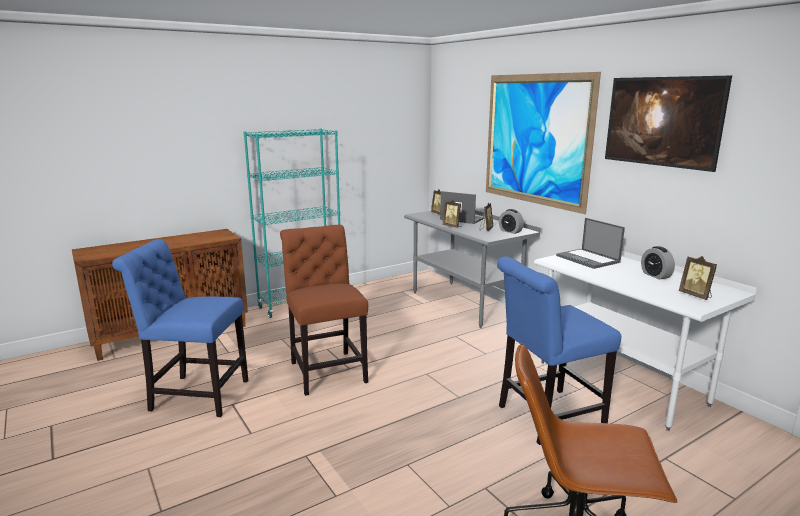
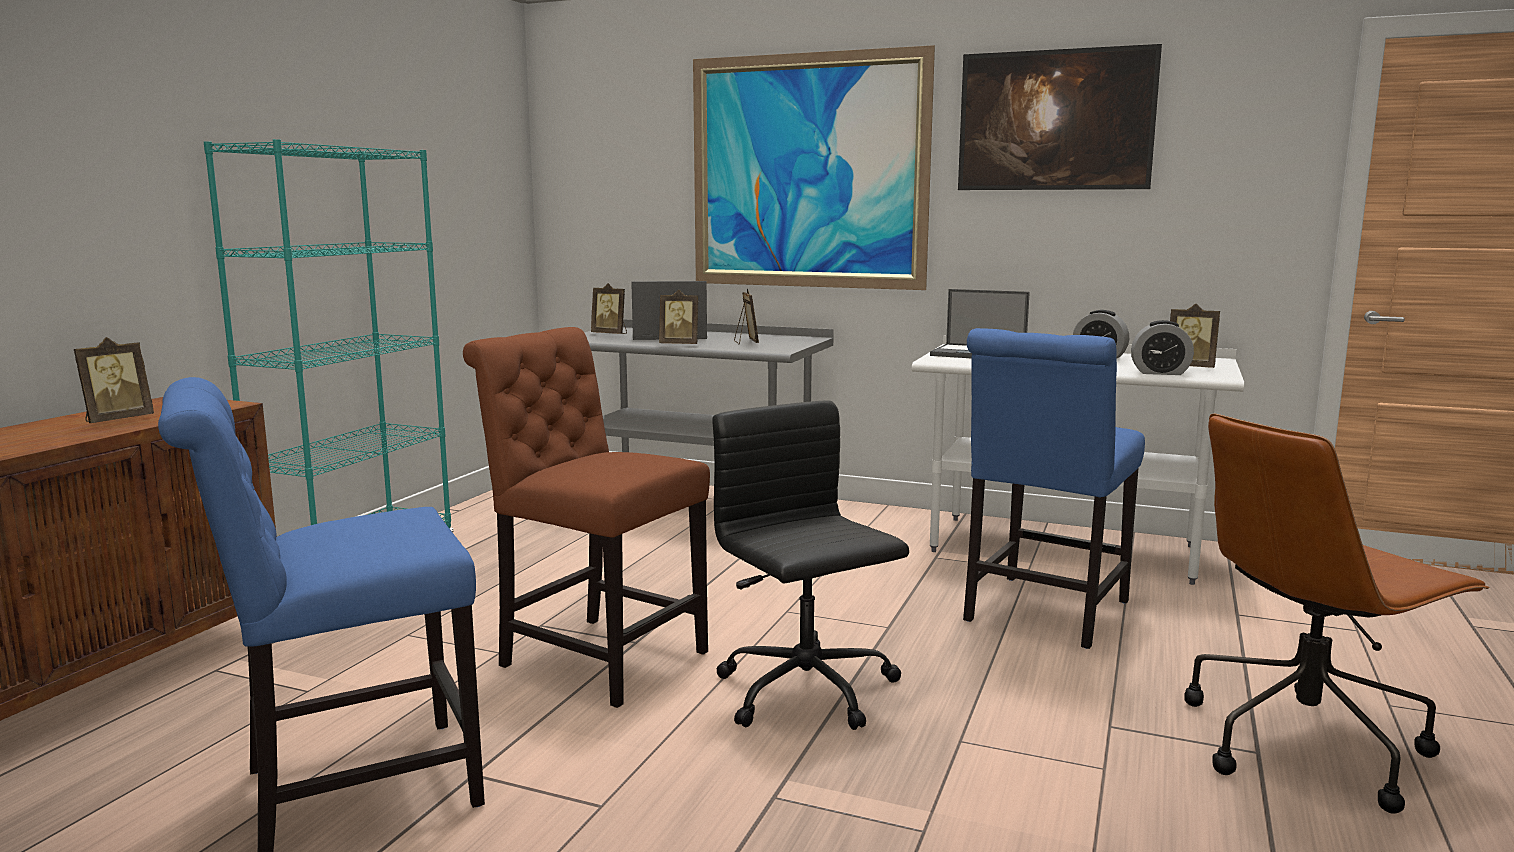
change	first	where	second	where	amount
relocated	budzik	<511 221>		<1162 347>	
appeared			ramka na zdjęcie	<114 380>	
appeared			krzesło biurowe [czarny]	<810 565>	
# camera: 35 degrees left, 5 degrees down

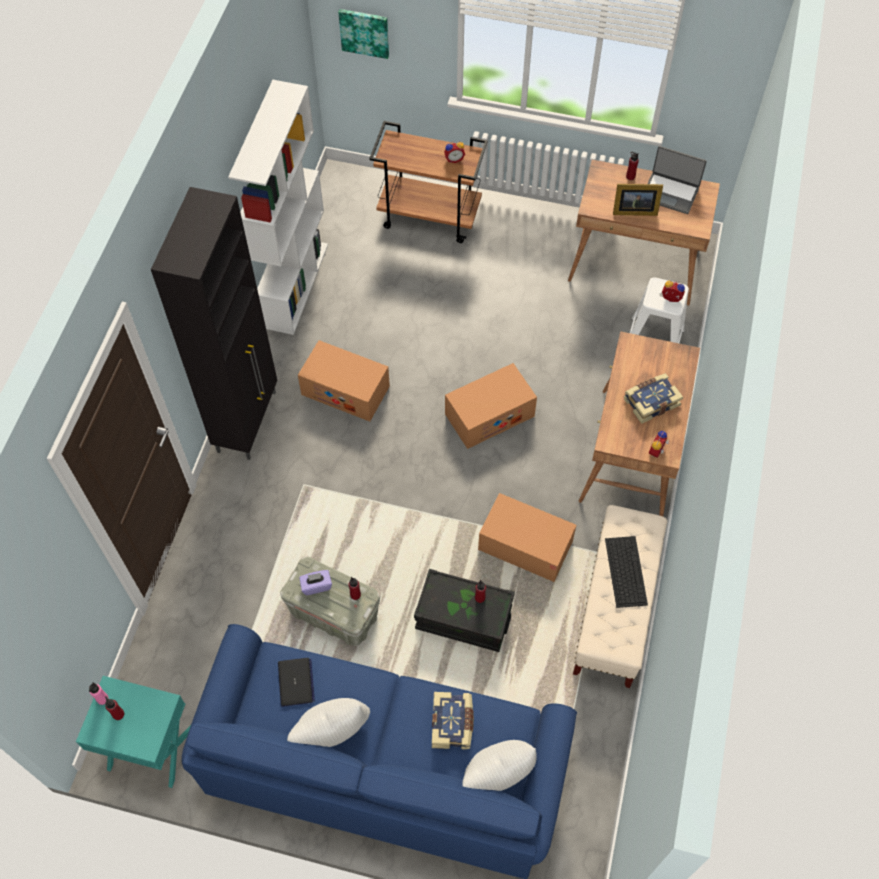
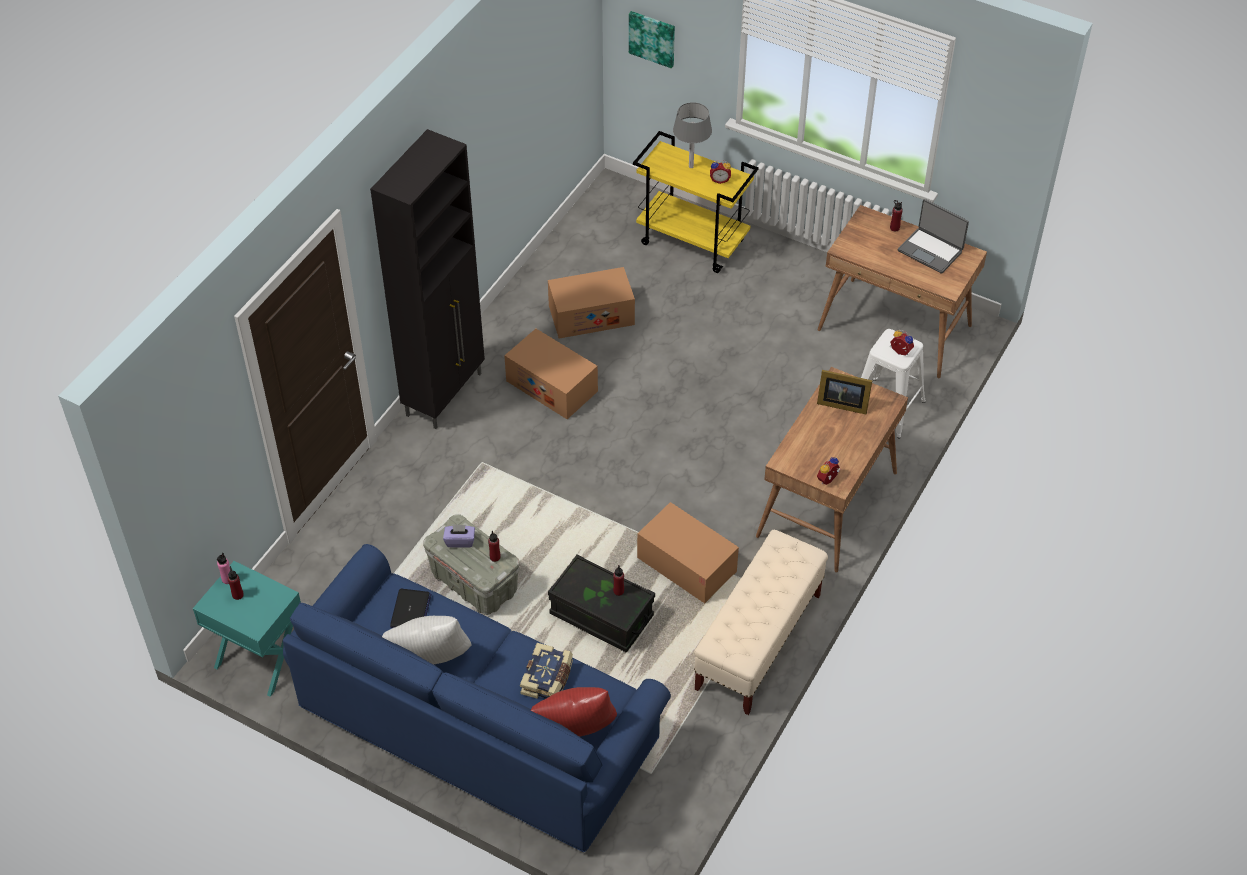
change	first	where	second	where	amount
missing	regał [biały]	<278 207>			
colour	wózek [brązowy]	<428 182>	wózek [żółty]	<696 202>	
relocated	karton	<491 406>		<591 303>	
colour	poduszka [biały]	<499 765>	poduszka [czerwony]	<574 712>	
missing	klawiatura	<626 572>			
relocated	ramka na zdjęcie	<638 200>		<844 392>	
missing	książka	<653 398>			
appeared			lampa stołowa [szary]	<692 135>	
# camera: 15 degrees right, 10 degrees down

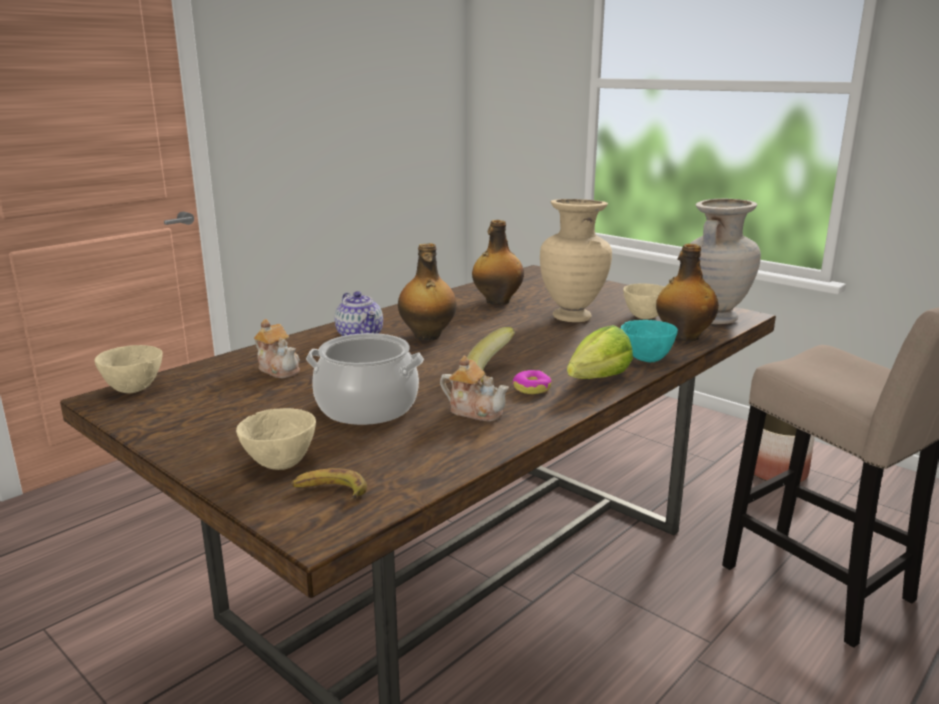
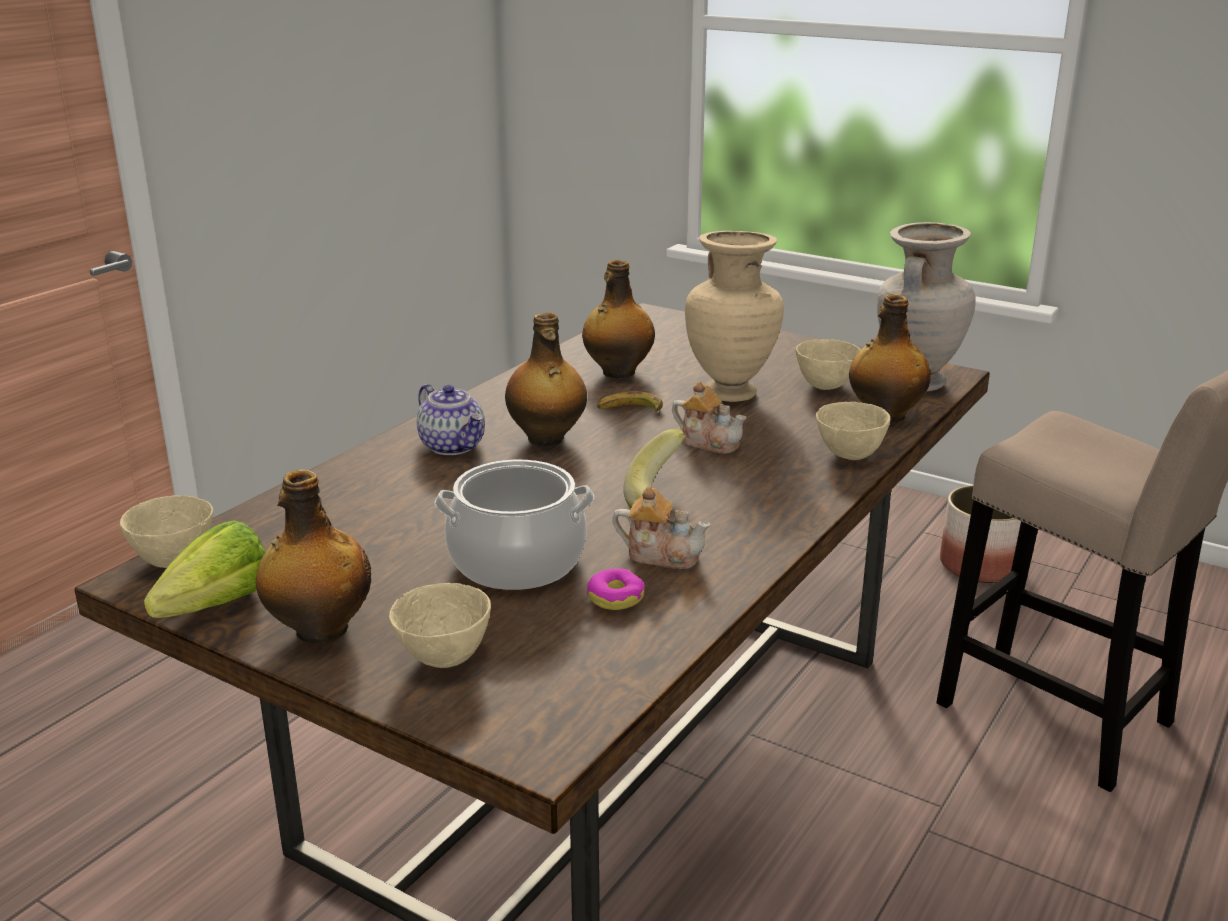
change	first	where	second	where	amount
relocated	imbryk	<277 348>		<709 417>	
relocated	banan	<329 484>		<630 402>	
relocated	donut	<532 382>		<616 589>	
relocated	sałata	<600 352>		<204 569>	
colour	miska [turkusowy]	<649 341>	miska [beżowy]	<853 431>	
appeared			butelka	<313 556>	
# camera: 10 degrees left, 5 degrees up

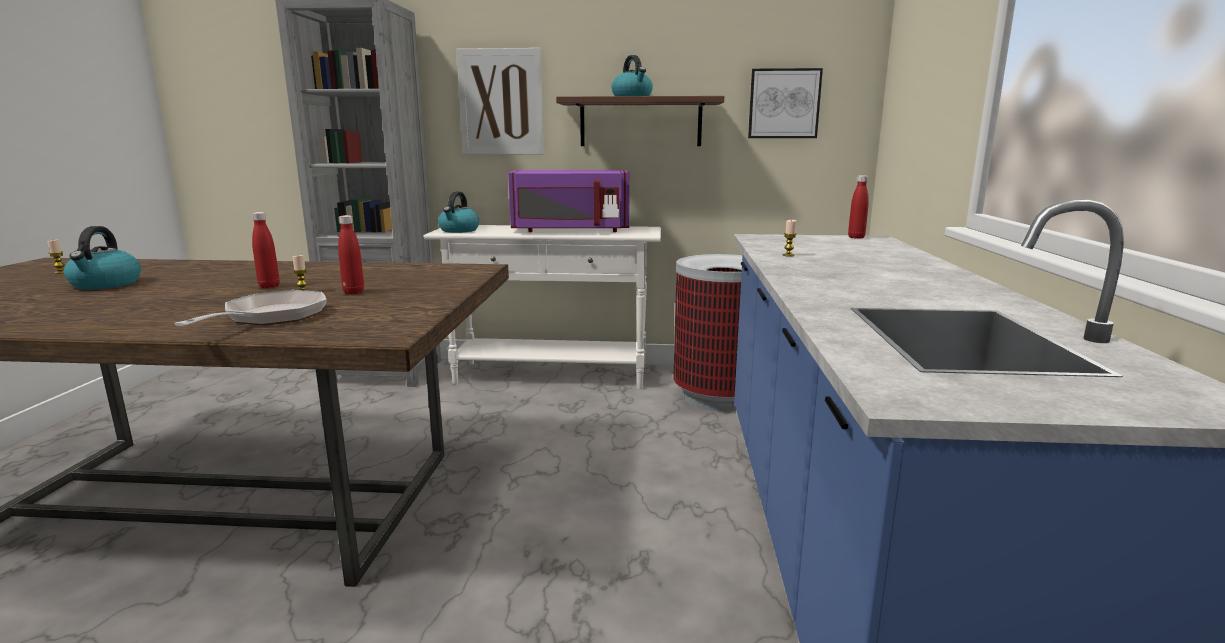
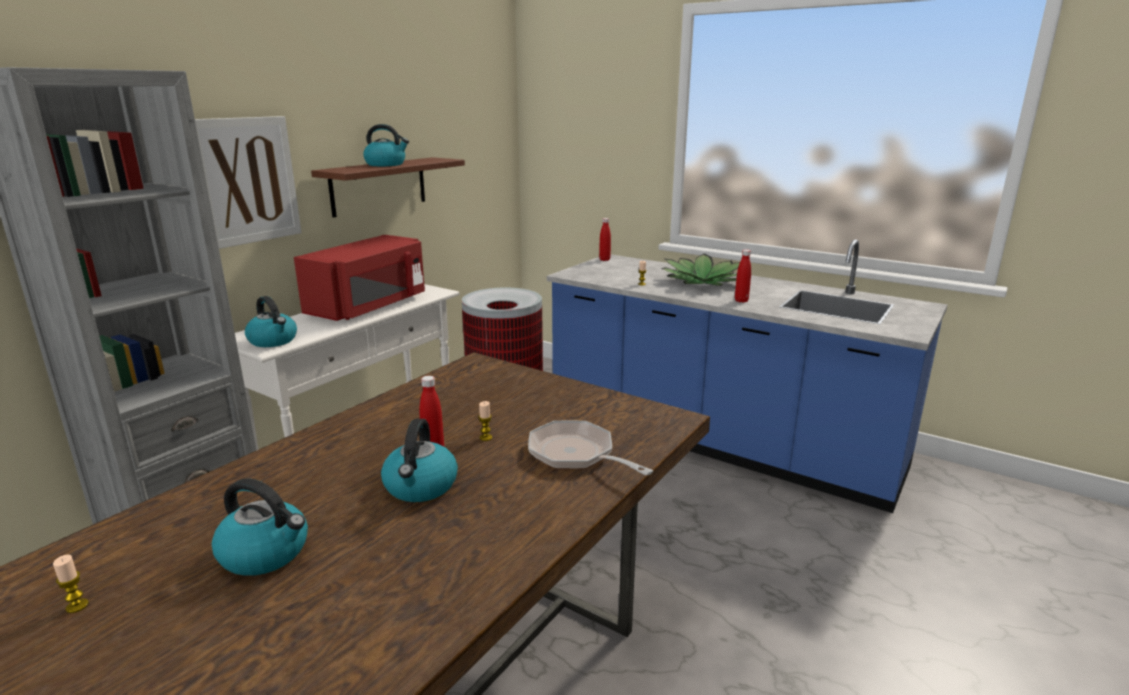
change	first	where	second	where	amount
relocated	butelka [czerwony]	<351 255>		<743 276>	
colour	mikrofalówka [fioletowy]	<569 201>	mikrofalówka [czerwony]	<359 278>	
missing	obraz	<785 103>			
appeared			czajnik	<419 460>	
appeared			roślina doniczkowa	<700 270>	
# camera: 60 degrees left, 5 degrees up

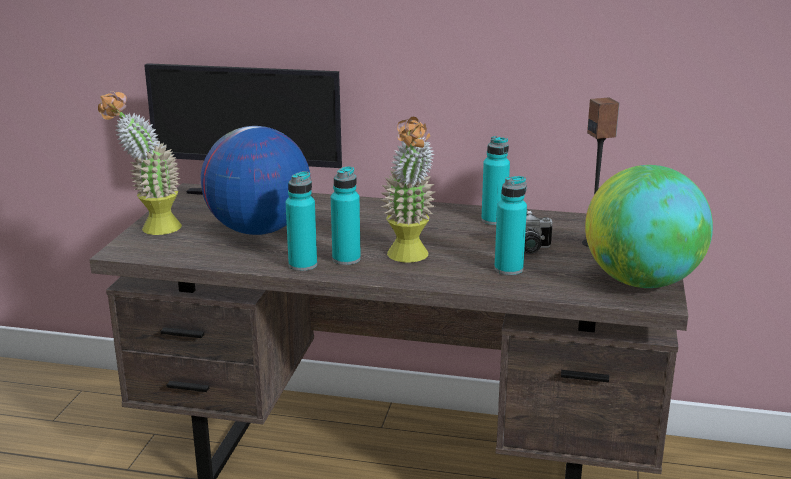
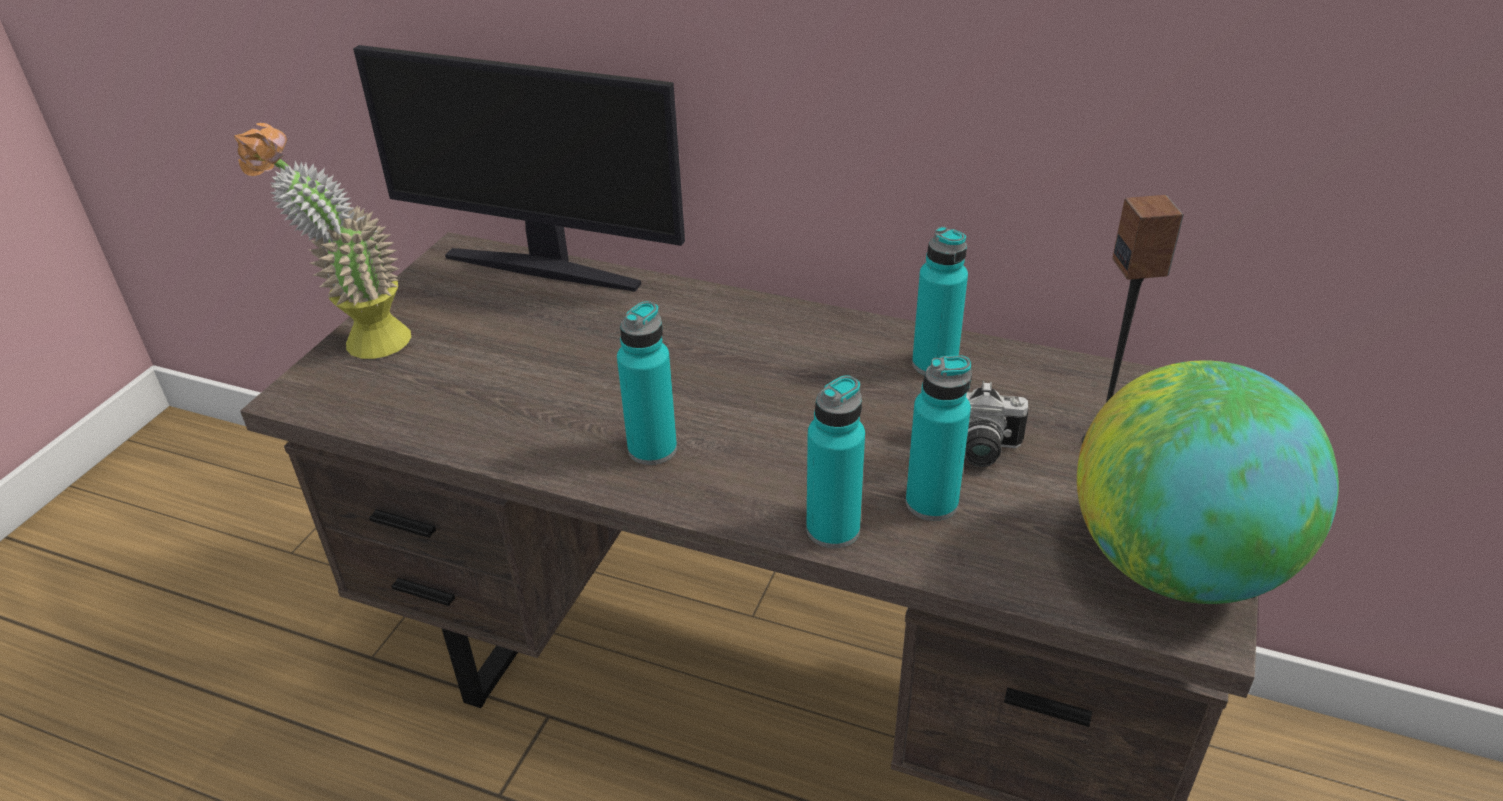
change	first	where	second	where	amount
missing	globus	<255 180>			
relocated	butelka [turkusowy]	<301 221>		<835 462>	
missing	roślina doniczkowa	<408 190>			
# camera: 10 degrees right, 15 degrees up

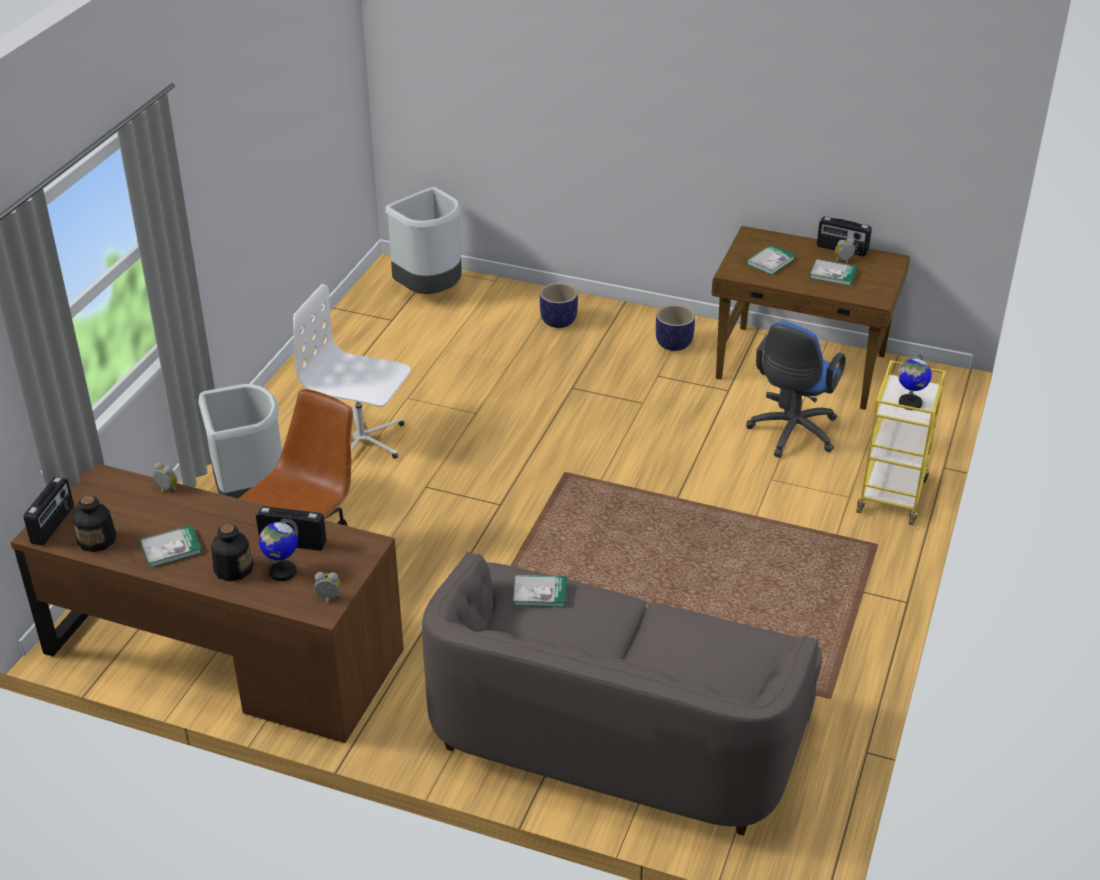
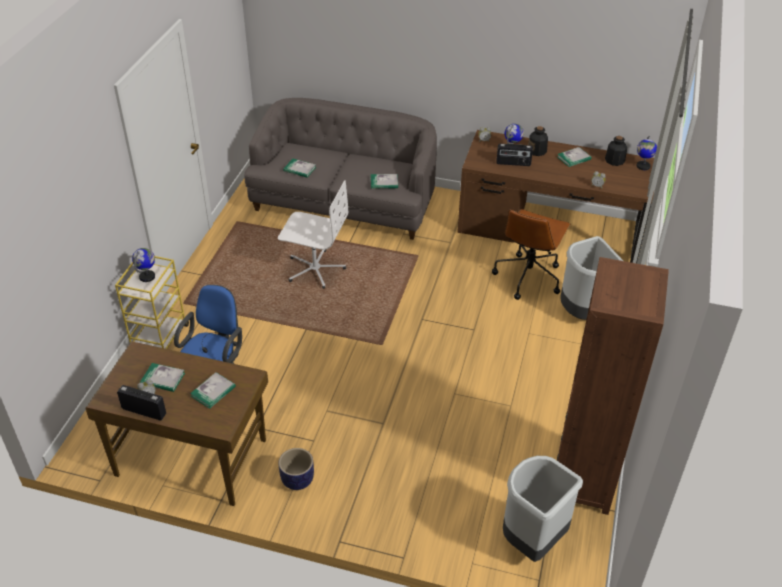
change	first	where	second	where	amount
exchanged	radio	<49 511>	globus	<646 153>	
relocated	krzesło biurowe [biały]	<351 371>		<313 234>	
missing	donica	<559 305>			
appeared			książka	<299 168>	
appeared			regał [brązowy]	<613 386>	
# camera: 175 degrees right, 5 degrees up

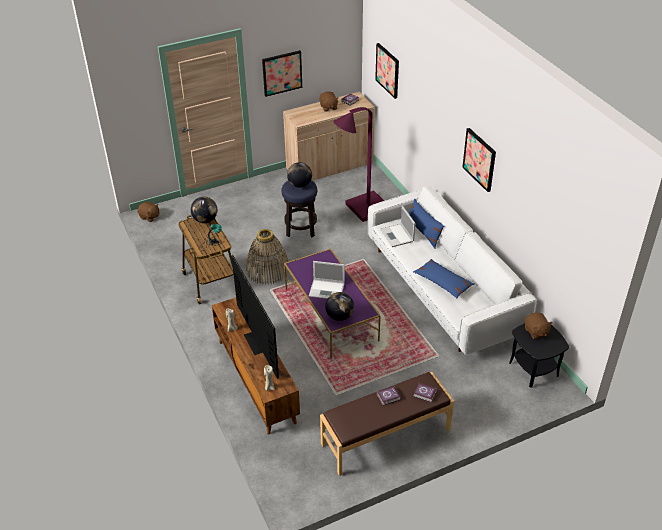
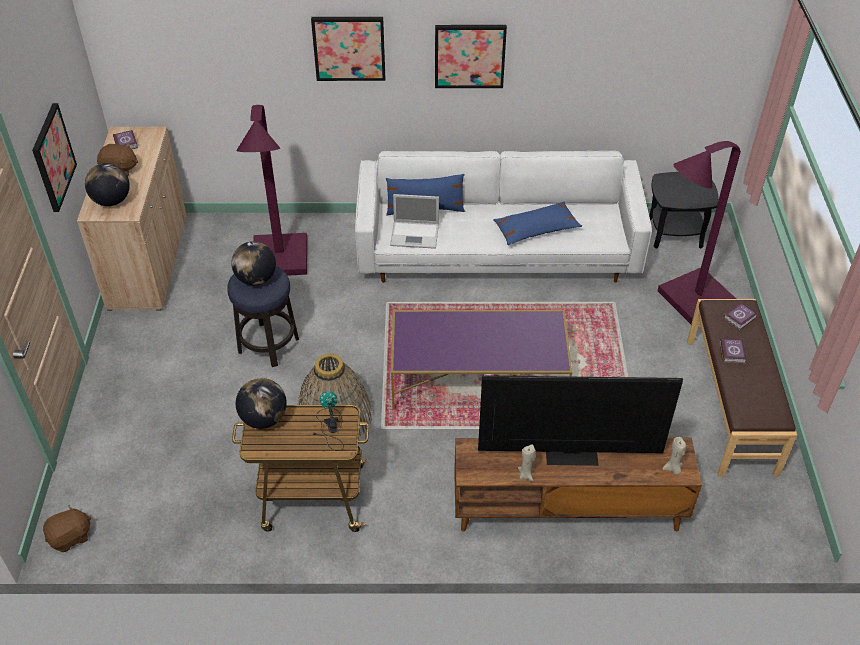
change	first	where	second	where	amount
missing	laptop	<327 280>			
relocated	globus	<339 306>		<107 184>	
relocated	obraz	<387 71>		<348 49>	
missing	pluszak [brązowy]	<539 326>			
appeared			lampa stojąca [fioletowy]	<699 232>	
# camera: 65 degrees left, 5 degrees up

